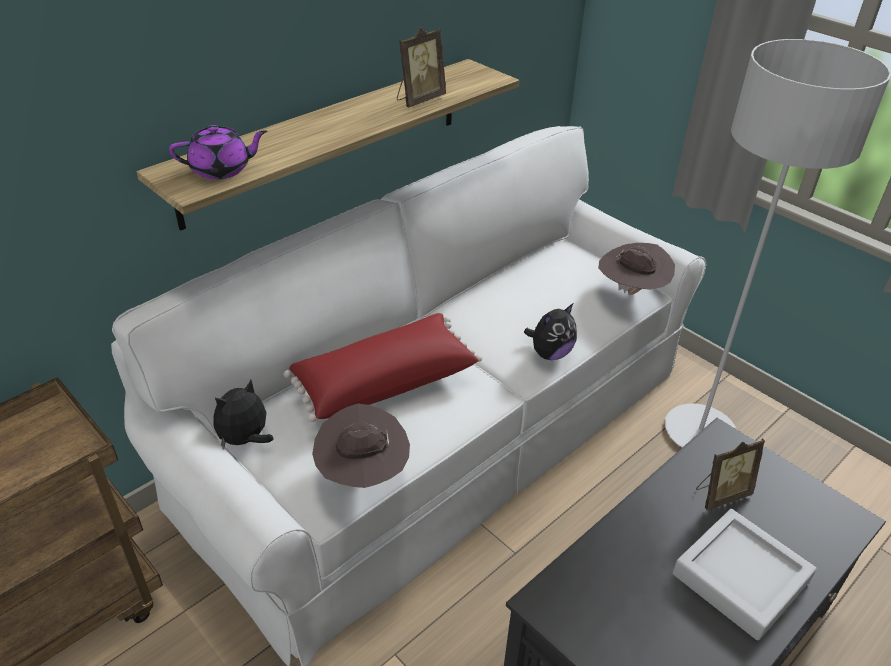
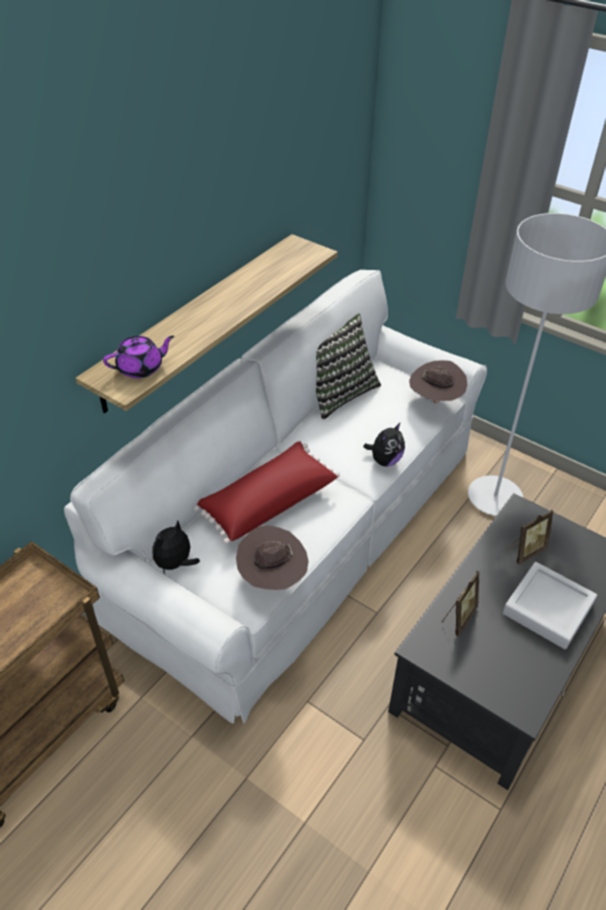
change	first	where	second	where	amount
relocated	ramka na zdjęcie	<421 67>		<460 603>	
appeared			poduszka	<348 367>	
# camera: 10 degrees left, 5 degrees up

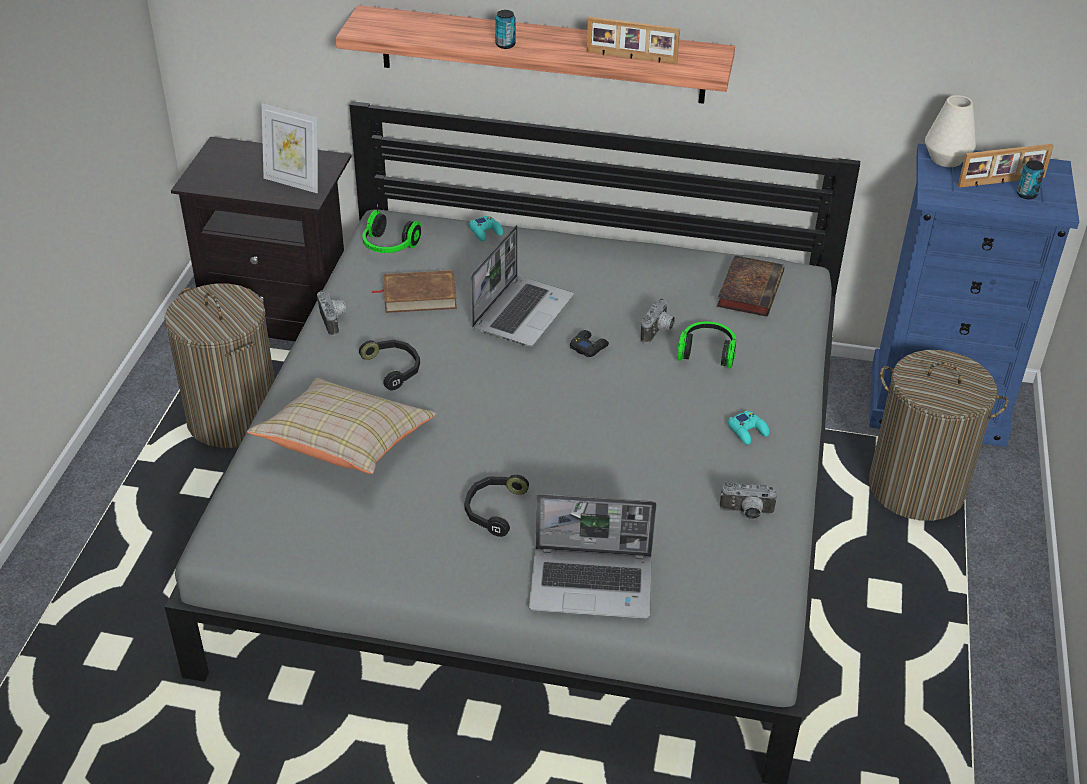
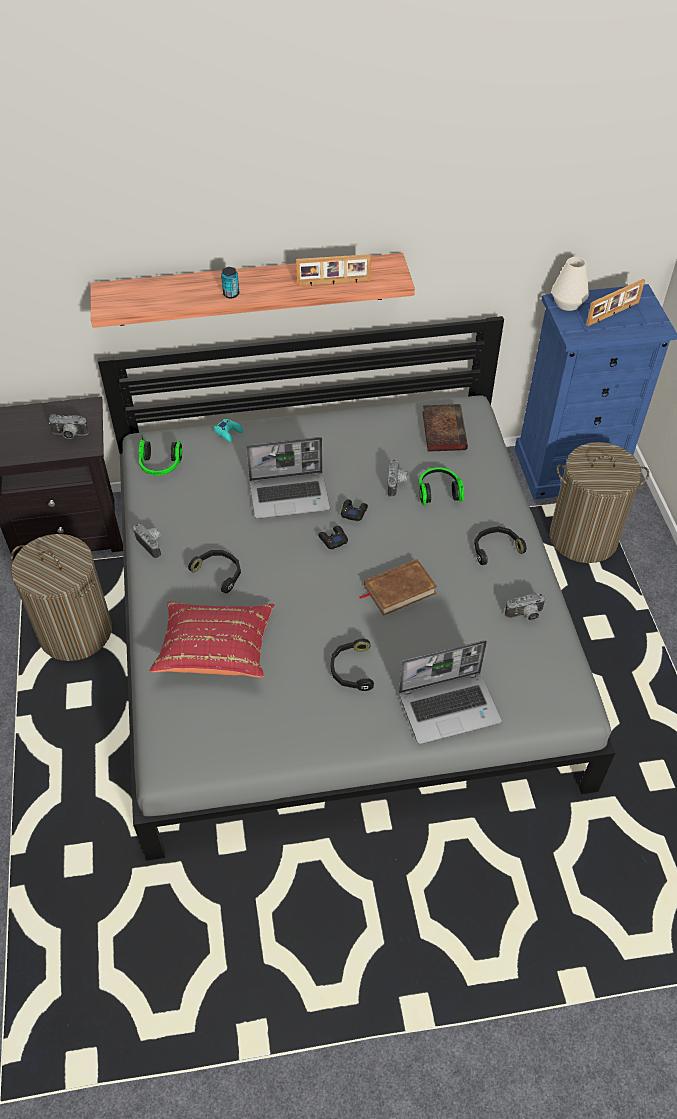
change	first	where	second	where	amount
colour	poduszka [beżowy]	<341 426>	poduszka [czerwony]	<212 639>	
exchanged	ramka na zdjęcie	<290 148>	aparat fotograficzny	<69 426>	
relocated	książka [brązowy]	<414 291>		<398 587>	
spun	laptop	<522 286>		<288 478>	75 degrees clockwise
exchanged	pad do gier [turkusowy]	<749 428>	słuchawki [czarny]	<500 545>	
missing	puszka	<1031 179>			
appeared			pad do gier [czarny]	<333 538>	
# camera: 20 degrees left, 10 degrees up

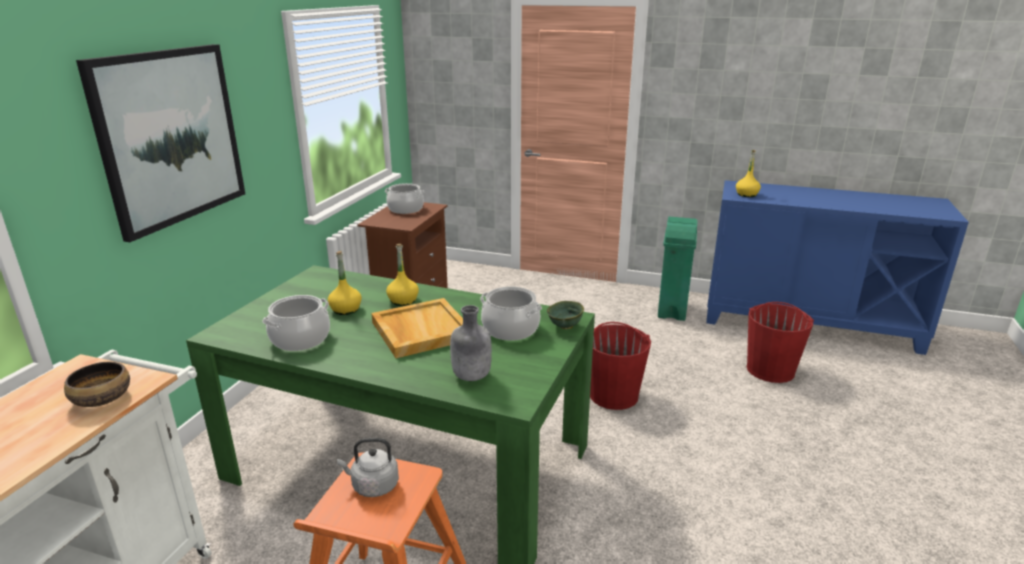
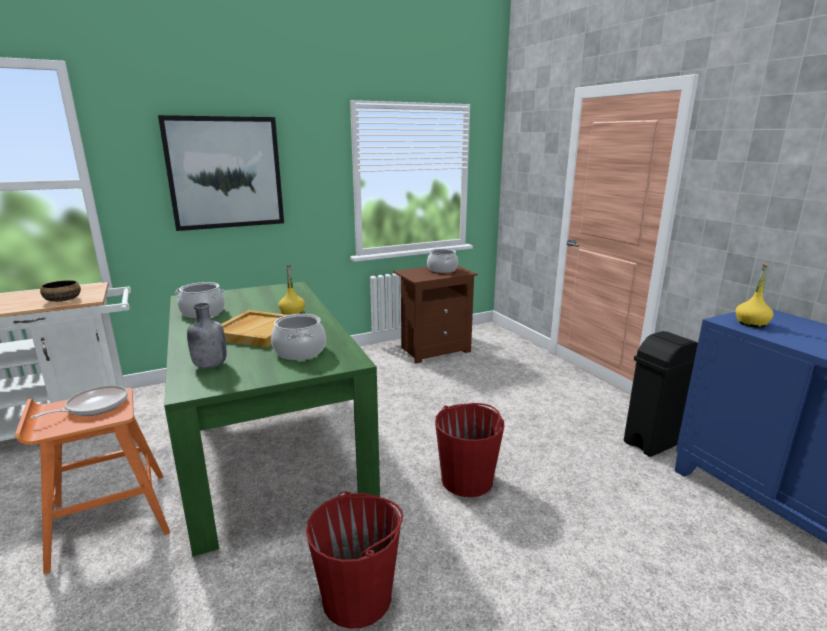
change	first	where	second	where	amount
missing	butelka [żółty]	<345 283>			
exchanged	czajnik [szary]	<368 467>	patelnia	<79 401>	
missing	miska [zielony]	<565 315>			
colour	kosz na śmieci [zielony]	<678 269>	kosz na śmieci [czarny]	<661 394>	
relocated	wiadro [czerwony]	<780 342>		<354 560>	
# camera: 45 degrees right, 5 degrees down

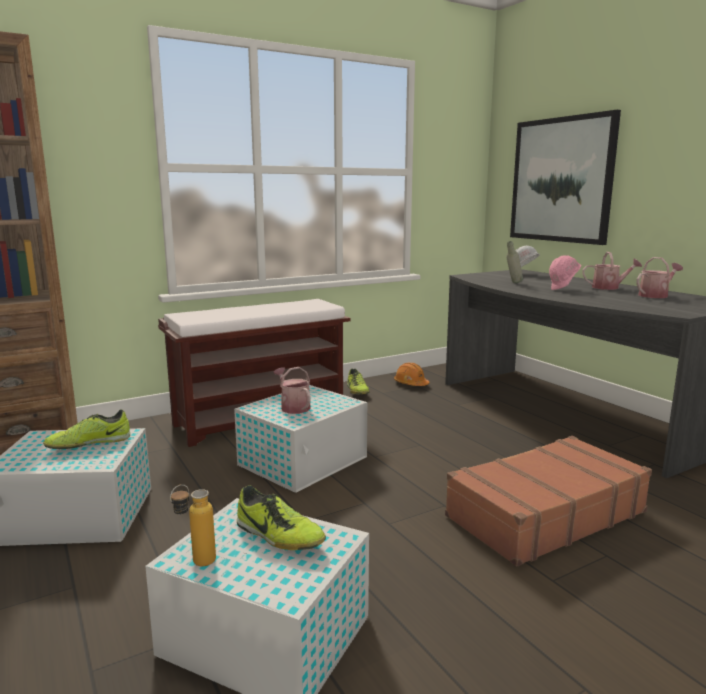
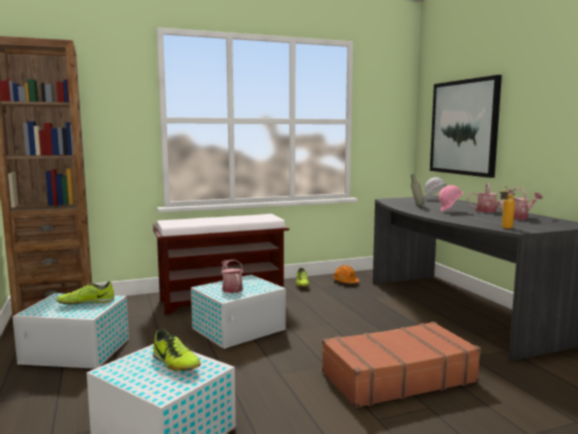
change	first	where	second	where	amount
relocated	butelka	<193 525>		<507 207>	
# camera: 10 degrees right, 5 degrees down

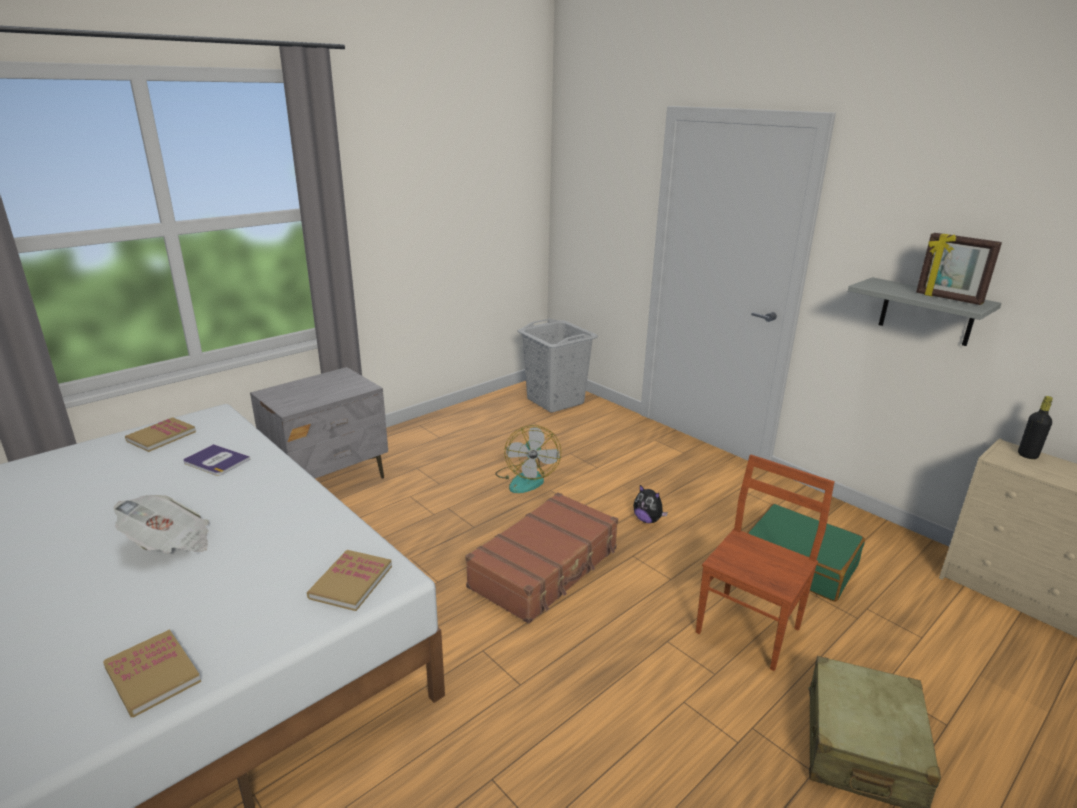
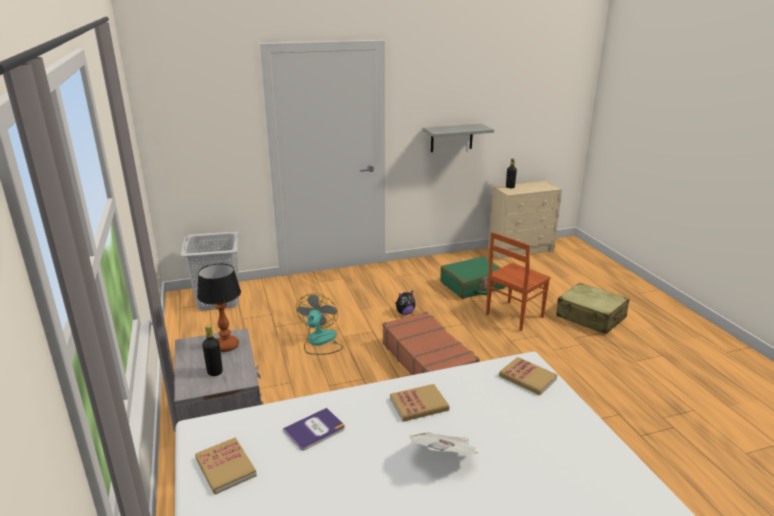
change	first	where	second	where	amount
relocated	książka	<152 673>		<419 403>	
spun	wentylator	<528 459>		<319 324>	105 degrees counterclockwise
spun	krzesło [brązowy]	<765 563>		<518 281>	105 degrees counterclockwise
missing	ramka na zdjęcie	<959 269>			
appeared			lampa stołowa	<219 307>	
appeared			butelka [czarny]	<212 350>	
# camera: 65 degrees left, 0 degrees up

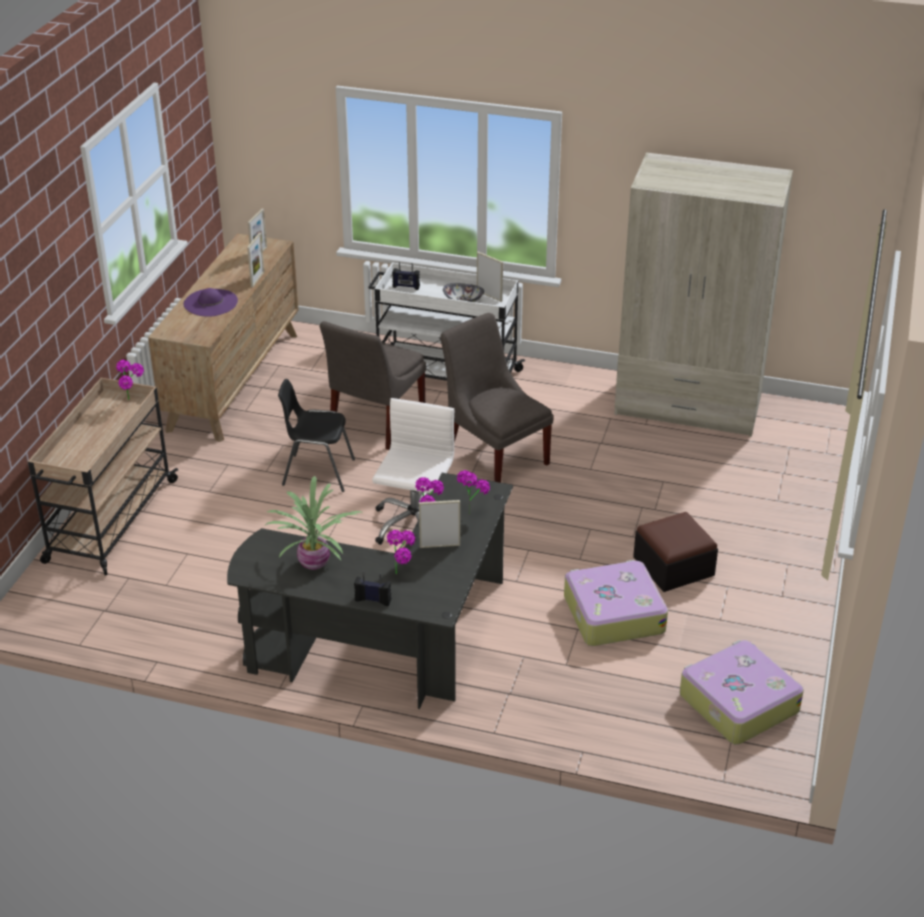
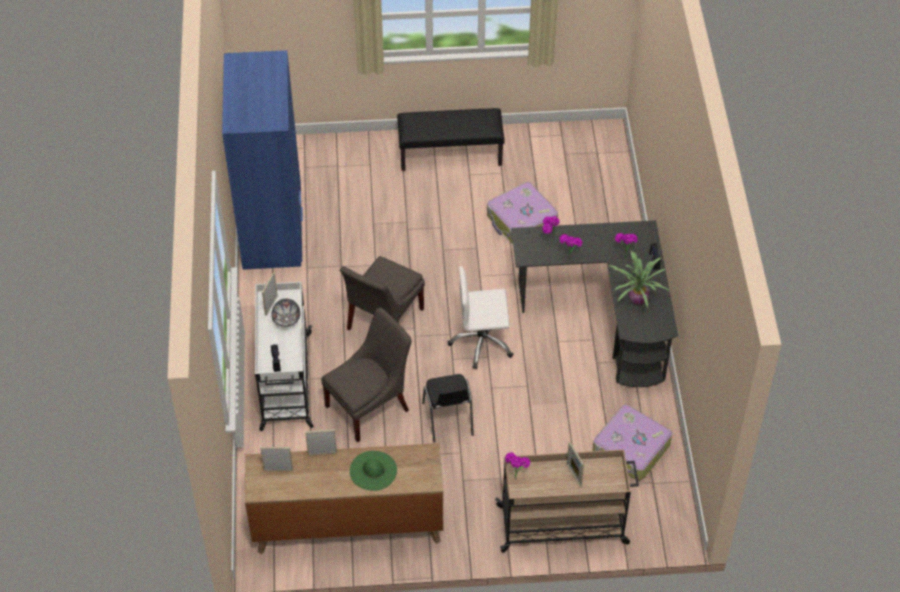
change	first	where	second	where	amount
colour	kapelusz [fioletowy]	<210 302>	kapelusz [zielony]	<373 471>	
spun	krzesło [szary]	<372 385>		<366 375>	45 degrees counterclockwise
relocated	ramka na zdjęcie	<439 524>		<575 464>	
colour	szafa [beżowy]	<703 294>	szafa [niebieski]	<262 160>	
missing	pufa	<675 552>			
relocated	walizka	<742 692>		<632 443>	
appeared			ławka [czarny]	<451 139>	
# camera: 110 degrees left, 15 degrees up

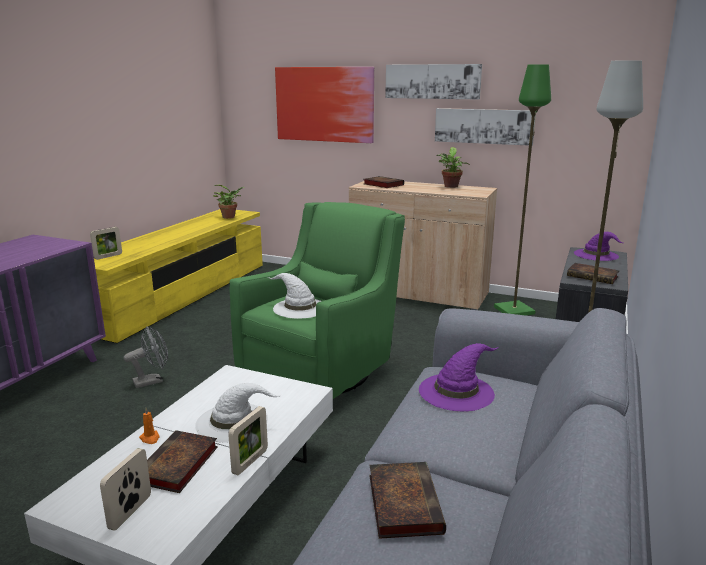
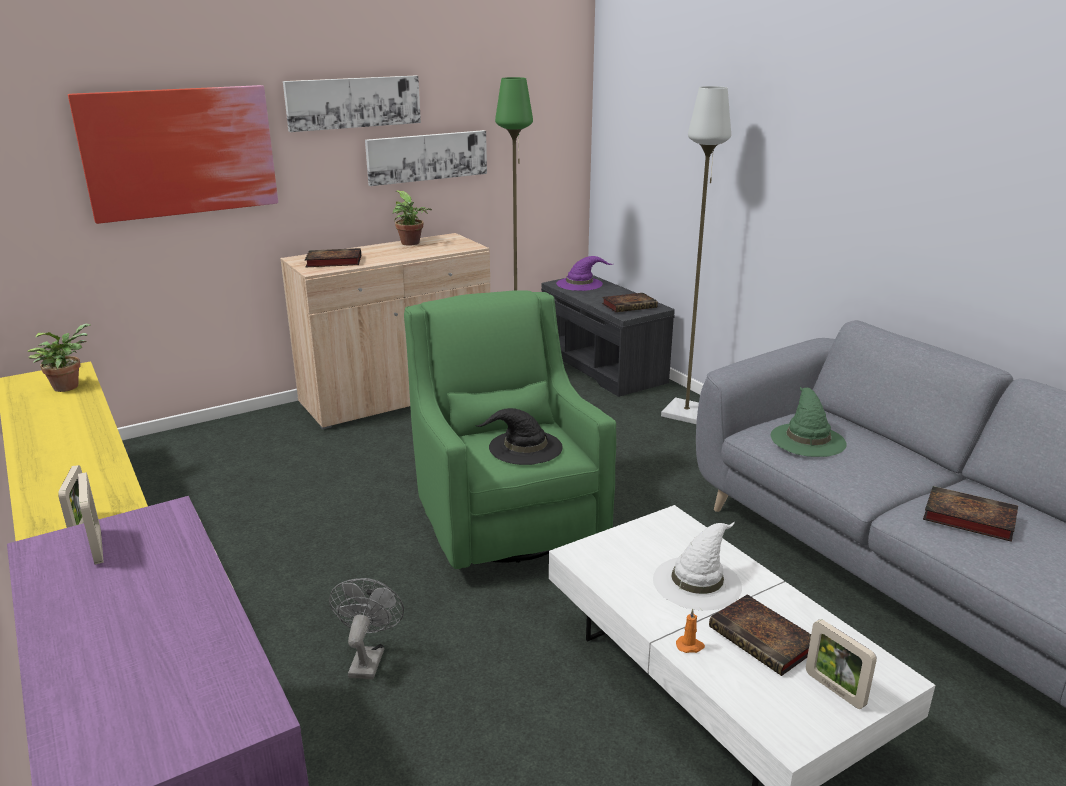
change	first	where	second	where	amount
relocated	ramka na zdjęcie	<248 440>		<90 518>	
colour	kapelusz [biały]	<294 296>	kapelusz [czarny]	<520 436>	
colour	kapelusz [fioletowy]	<458 377>	kapelusz [zielony]	<809 422>	
# camera: 55 degrees left, 5 degrees up

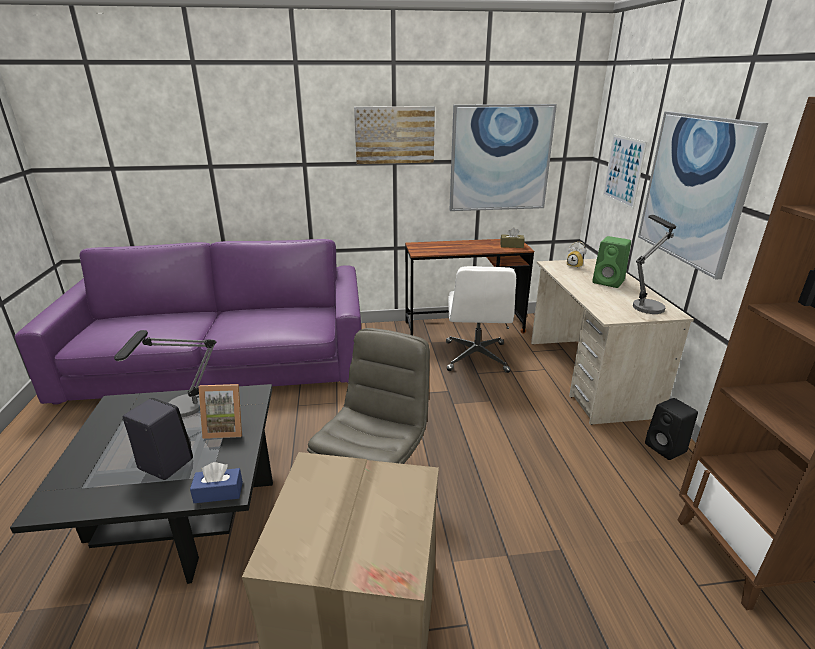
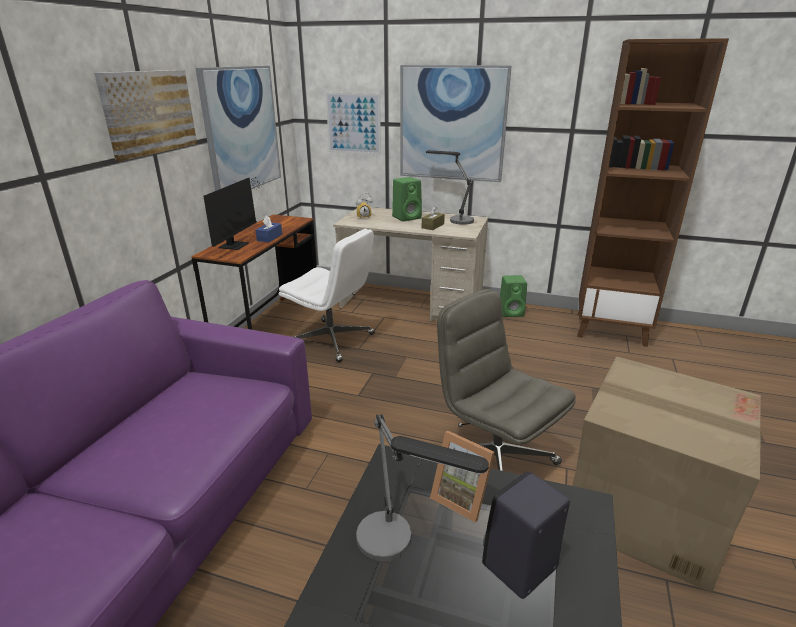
change	first	where	second	where	amount
relocated	pudełko chusteczek [niebieski]	<216 482>		<268 228>	
spun	ramka na zdjęcie	<220 411>		<462 477>	105 degrees clockwise
relocated	pudełko chusteczek [brązowy]	<512 237>		<433 218>	
colour	głośnik [czarny]	<671 429>	głośnik [zielony]	<513 296>	
appeared			monitor	<233 213>	
# camera: 65 degrees left, 0 degrees up

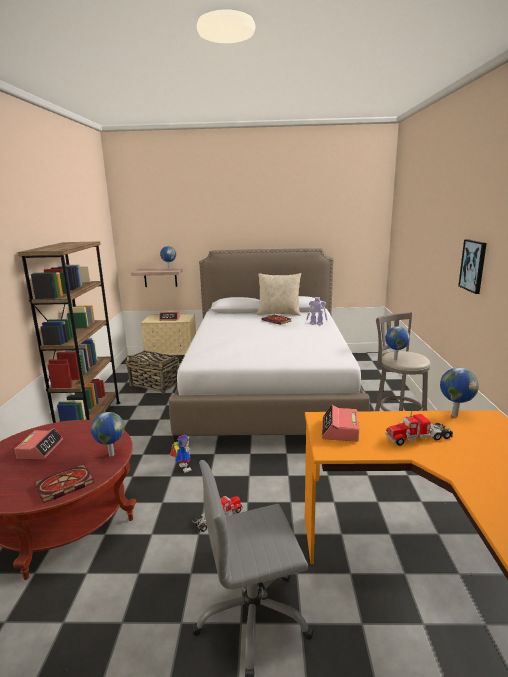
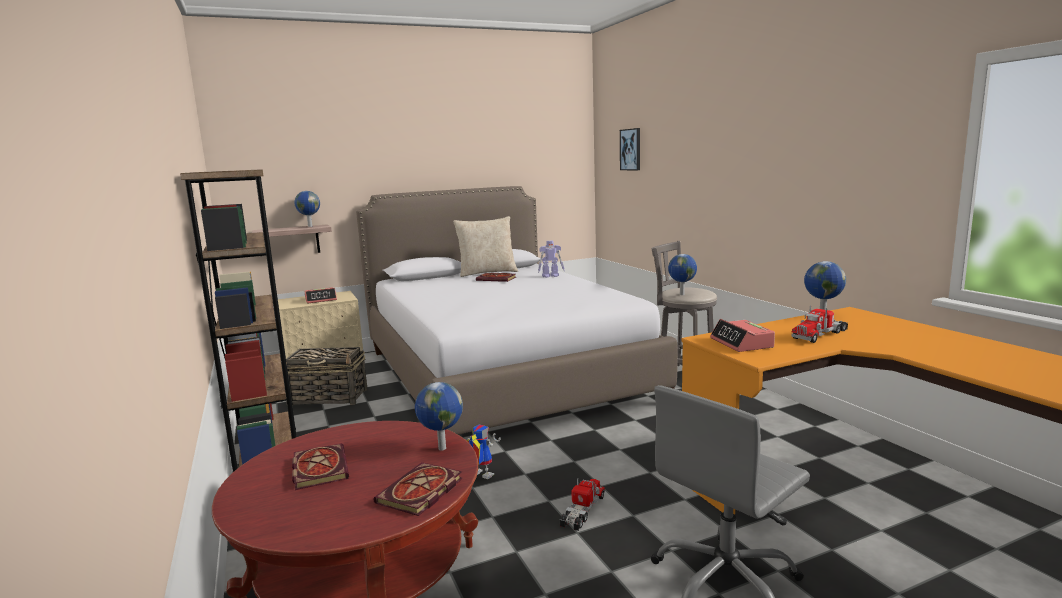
change	first	where	second	where	amount
exchanged	budzik	<39 443>	książka	<320 466>	
relocated	obraz	<472 266>		<630 149>	
# camera: 25 degrees left, 5 degrees down

